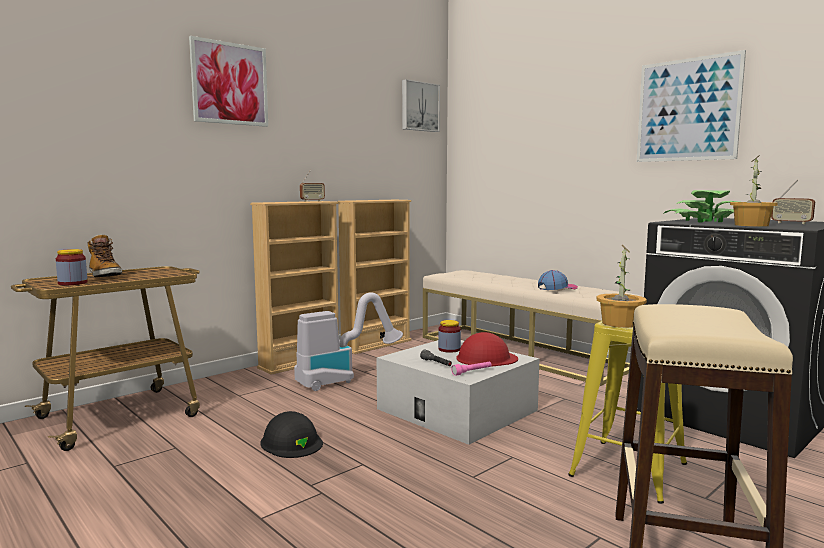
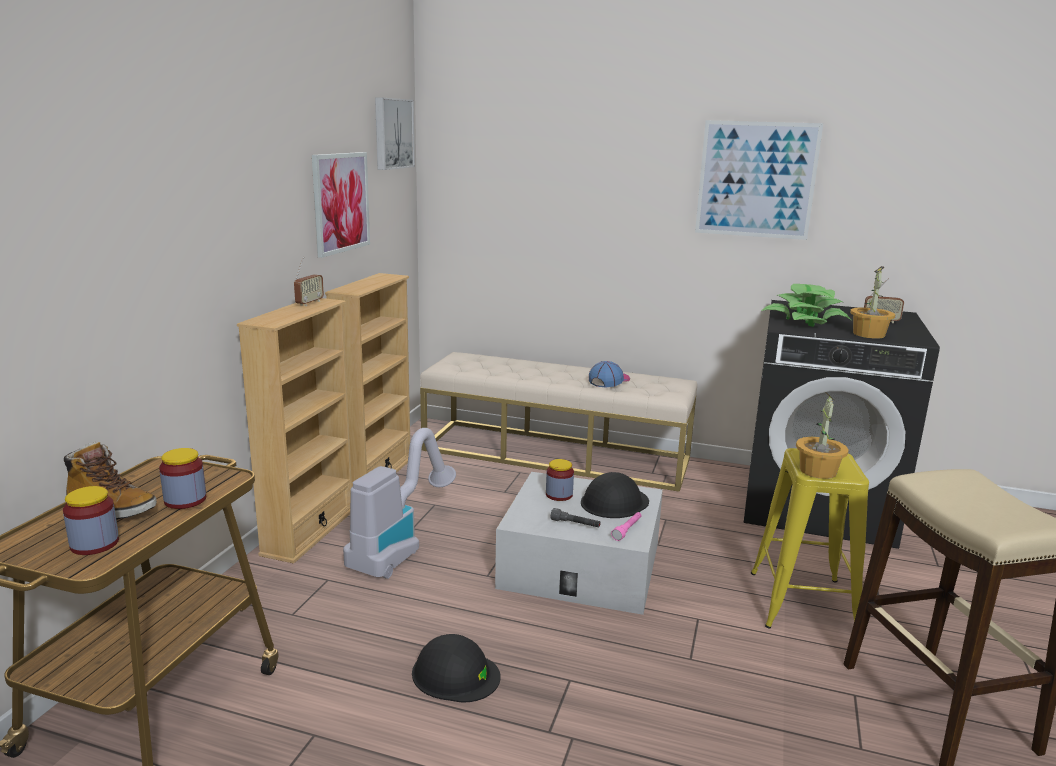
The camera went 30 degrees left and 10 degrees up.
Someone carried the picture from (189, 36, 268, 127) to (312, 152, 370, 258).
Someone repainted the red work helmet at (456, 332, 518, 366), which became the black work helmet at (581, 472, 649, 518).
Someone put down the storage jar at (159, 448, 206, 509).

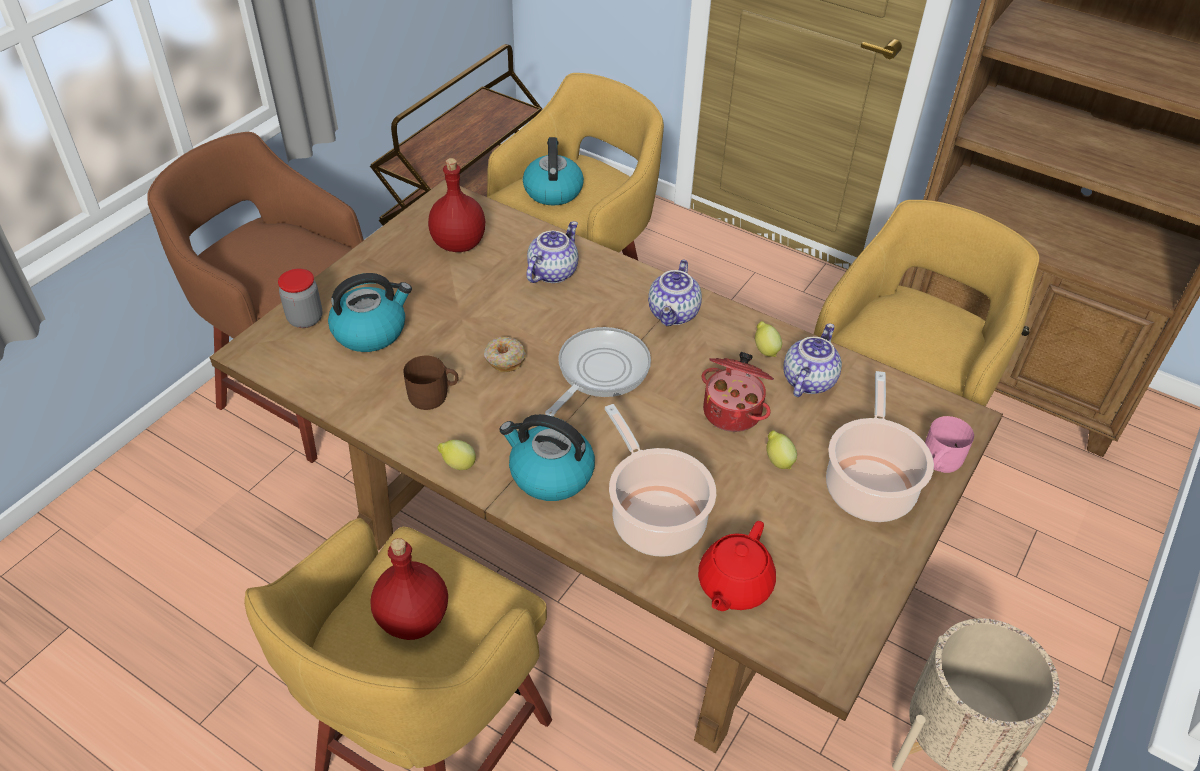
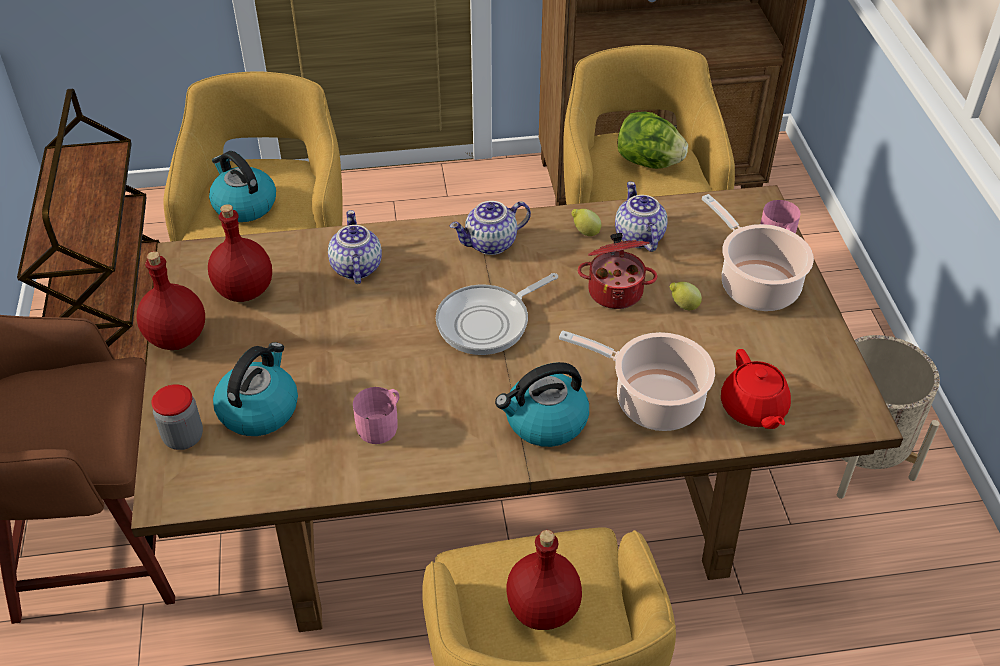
The camera went 40 degrees left and 0 degrees up.
Someone rotated the tea pot at (648, 259, 702, 326) by 90 degrees clockwise.
Someone rotated the skillet at (545, 327, 651, 416) by 120 degrees counterclockwise.
Someone took away the donut at (484, 337, 526, 372).
Someone repainted the brownish mug at (403, 356, 459, 410), which became the pinkish mug at (353, 387, 399, 444).
Someone took away the whole lemon at (437, 440, 476, 470).
Someone put down the lettuce at (618, 112, 688, 169).
Someone put down the red bottle at (136, 251, 205, 350).

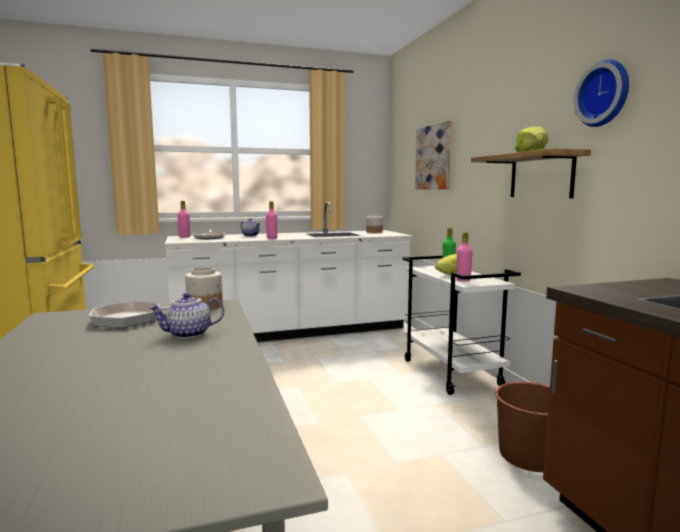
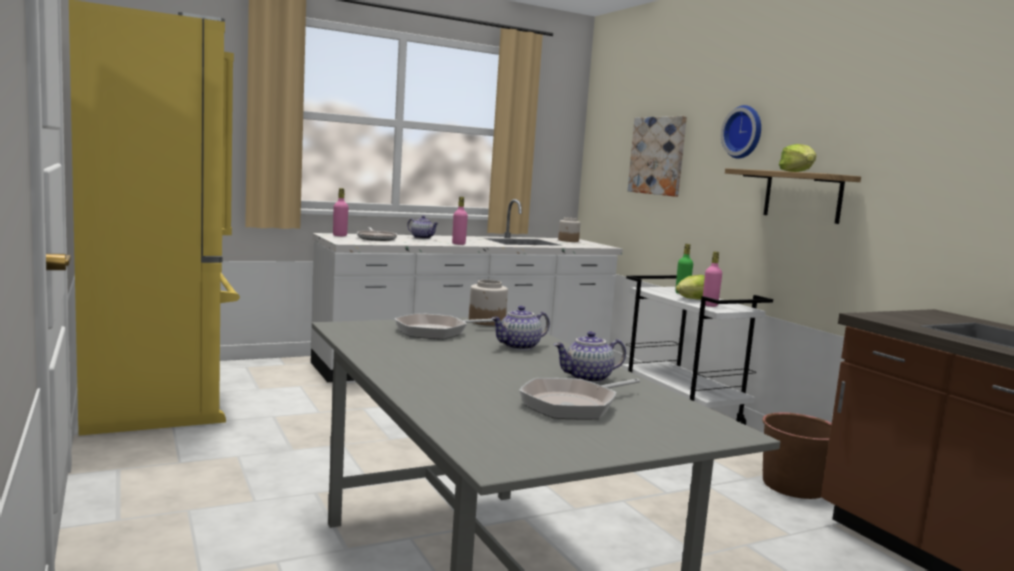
The camera went 10 degrees left and 0 degrees up.
Someone carried the clock on the wall from (574, 59, 629, 127) to (721, 105, 761, 159).
Someone put down the tea pot at (554, 331, 626, 383).
Someone put down the skillet at (519, 378, 640, 419).

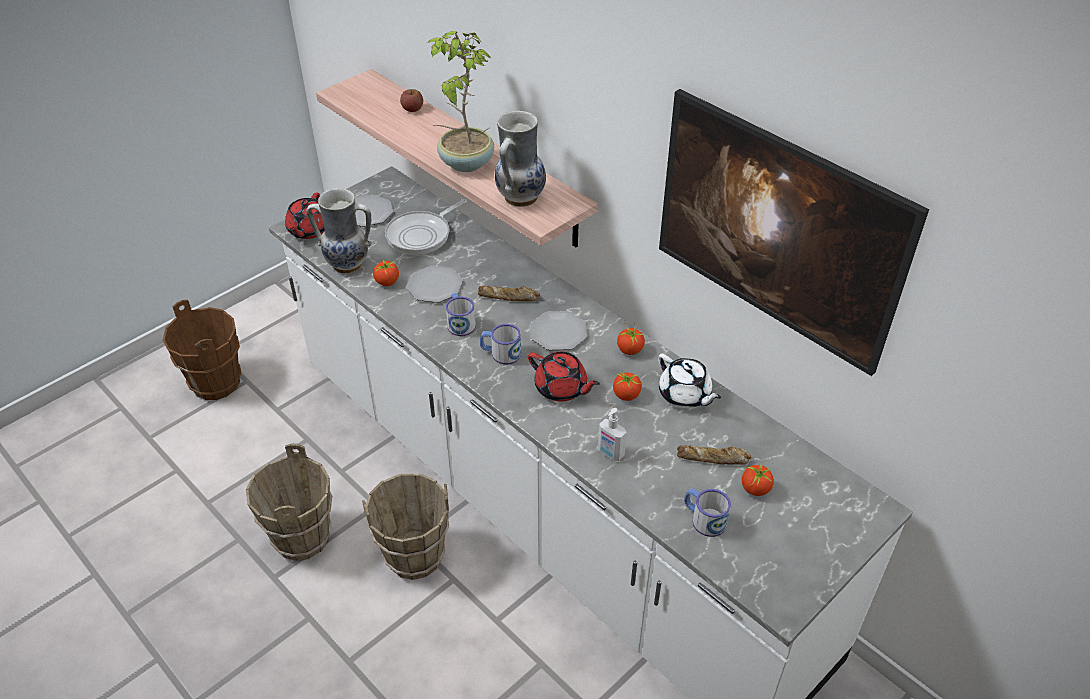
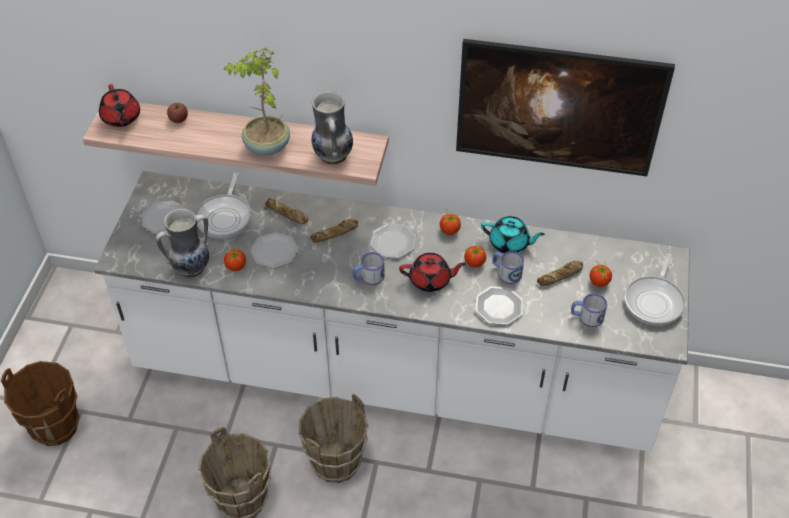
The camera went 35 degrees left and 5 degrees up.
Someone carried the red tea pot from (285, 192, 325, 239) to (99, 84, 140, 127).
Someone carried the mug from (446, 293, 476, 336) to (492, 251, 524, 284).
Someone repainted the whitish tea pot at (658, 354, 721, 408), which became the blue-green tea pot at (481, 216, 545, 253).
Someone swapped the soap bottle at (598, 408, 627, 461) for the plate at (475, 286, 523, 325).
Someone put down the bakery bread at (265, 198, 308, 224).
Someone put down the skillet at (624, 254, 685, 326).

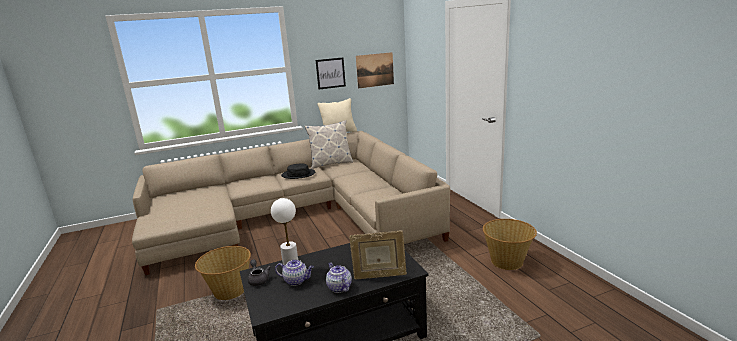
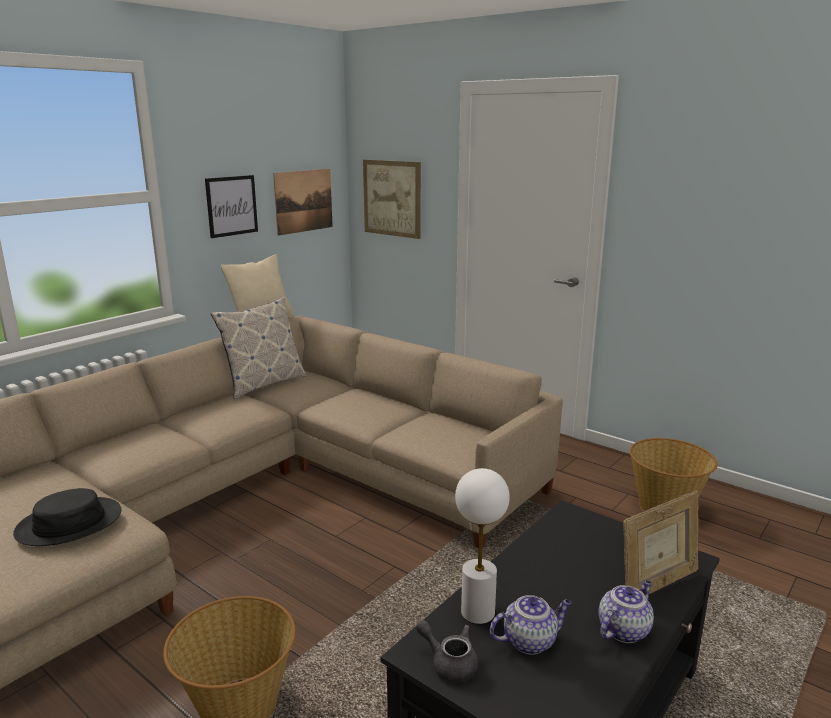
The camera went 30 degrees left and 0 degrees up.
Someone carried the black clothing hat from (281, 163, 315, 179) to (13, 488, 121, 546).
Someone rotated the tea pot at (326, 262, 352, 293) by 105 degrees clockwise.
Someone put up the picture at (363, 160, 421, 239).

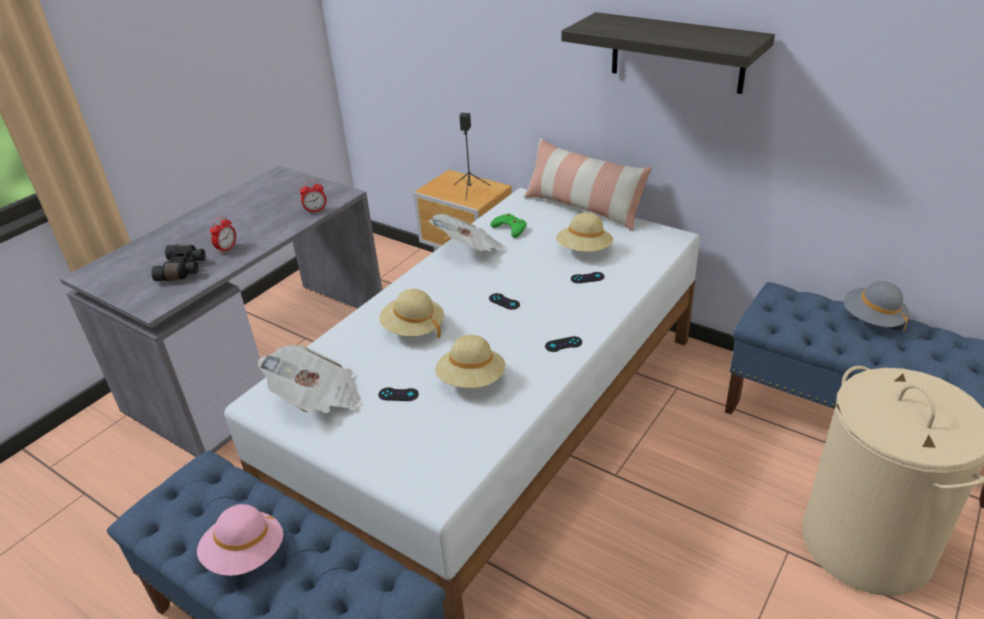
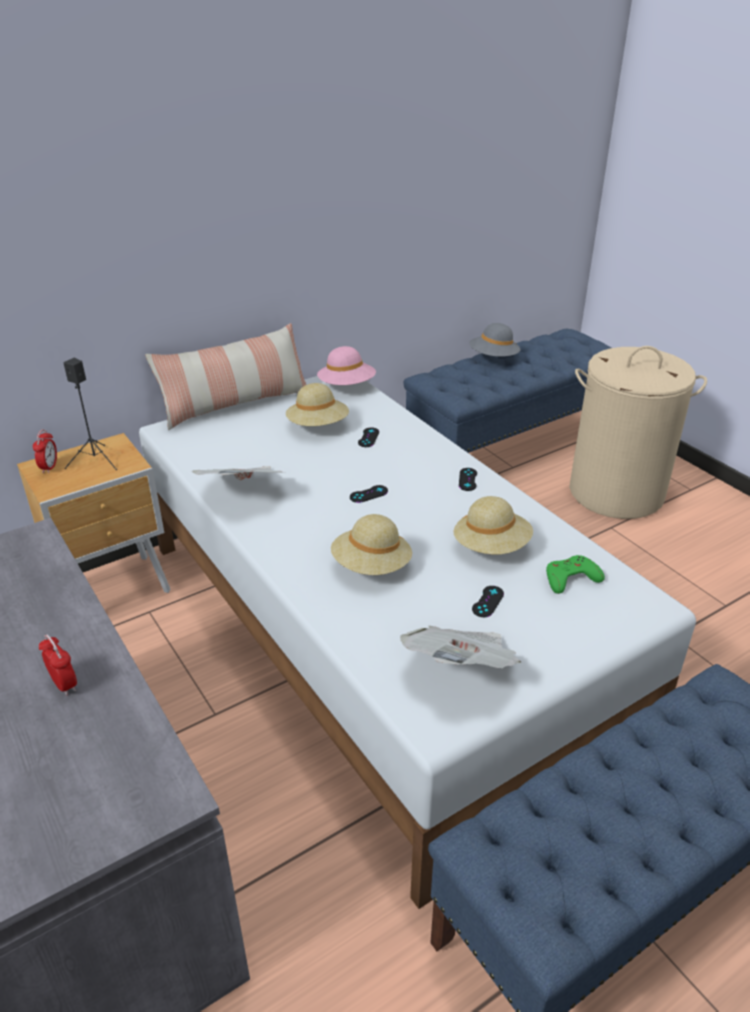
The camera went 70 degrees left and 0 degrees up.
Someone took away the shelf at (561, 12, 775, 94).
Someone carried the alarm clock from (300, 180, 327, 213) to (33, 429, 57, 473).
Someone carried the green gamepad from (490, 213, 527, 238) to (546, 555, 605, 594).
Someone took away the black binoculars at (152, 244, 206, 281).
Someone carried the pinkish clothing hat from (197, 504, 283, 576) to (317, 346, 376, 385).

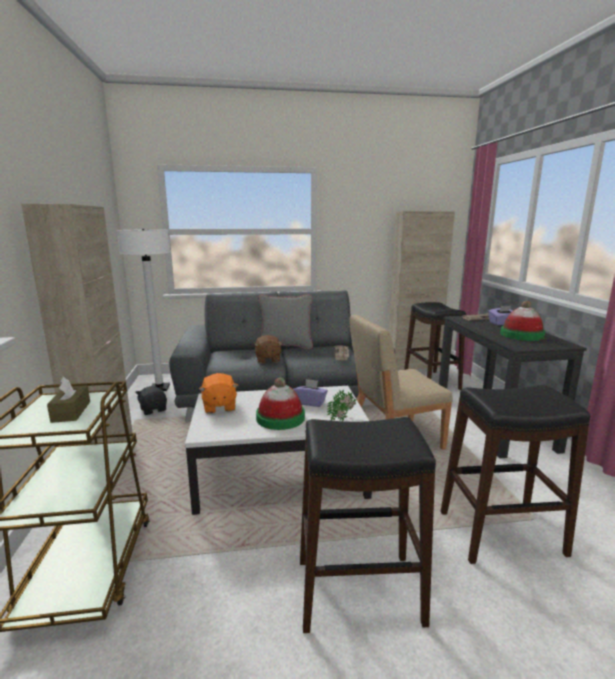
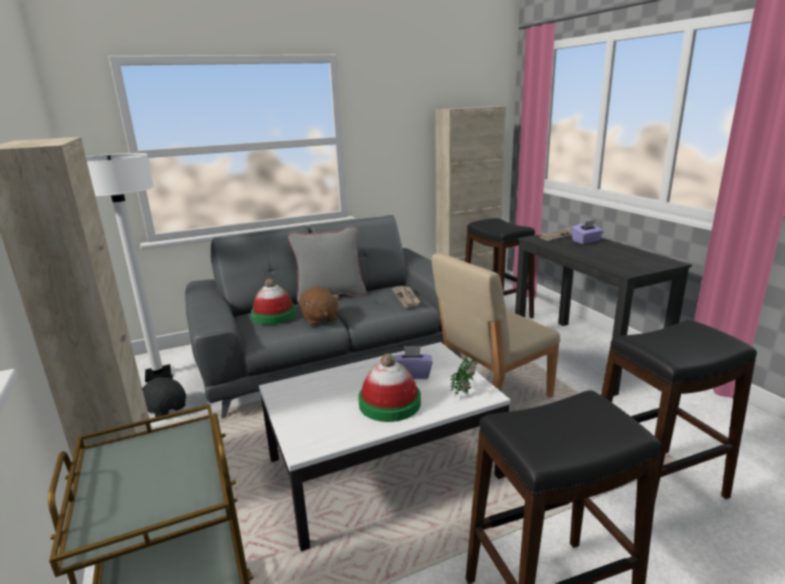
The camera went 15 degrees left and 5 degrees up.
Someone carried the clothing hat from (500, 301, 545, 341) to (251, 279, 296, 325).
Someone took away the orange plush toy at (199, 373, 238, 414).
Someone took away the brownish tissue holder at (47, 377, 90, 423).

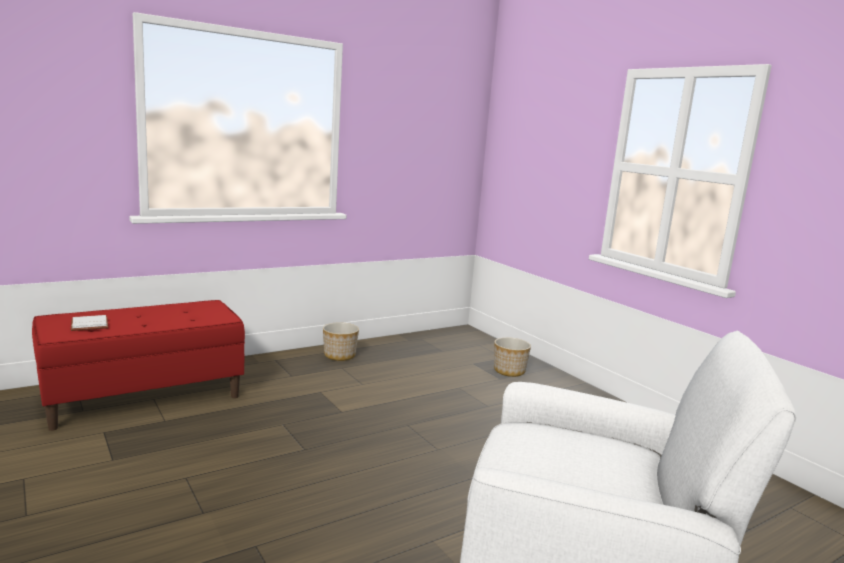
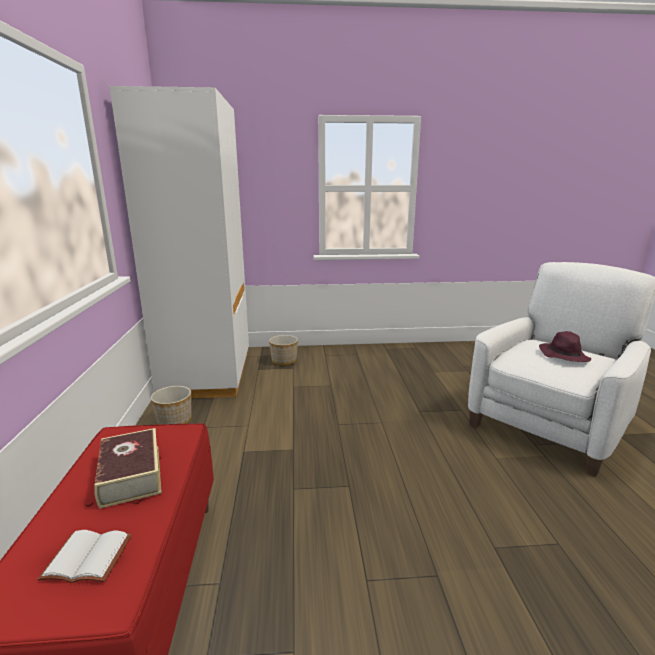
The camera went 60 degrees left and 5 degrees up.
Someone put down the whitish armoire at (109, 86, 249, 398).
Someone put down the purple-coloured clothing hat at (539, 331, 591, 362).
Someone put down the volume at (94, 428, 162, 509).

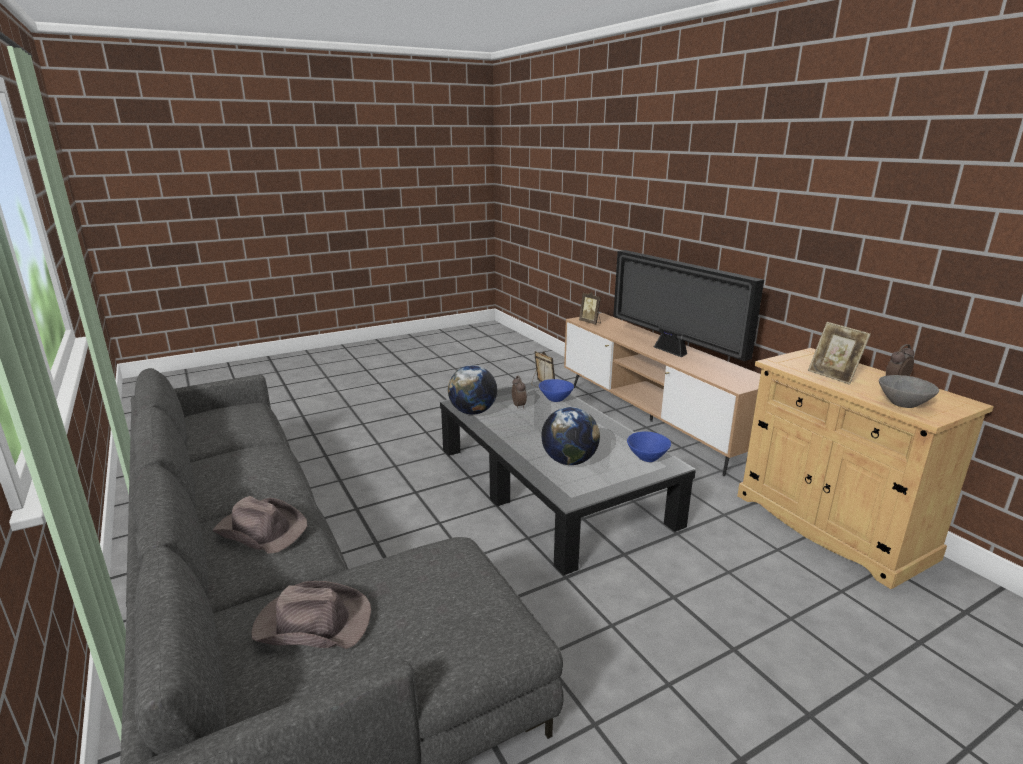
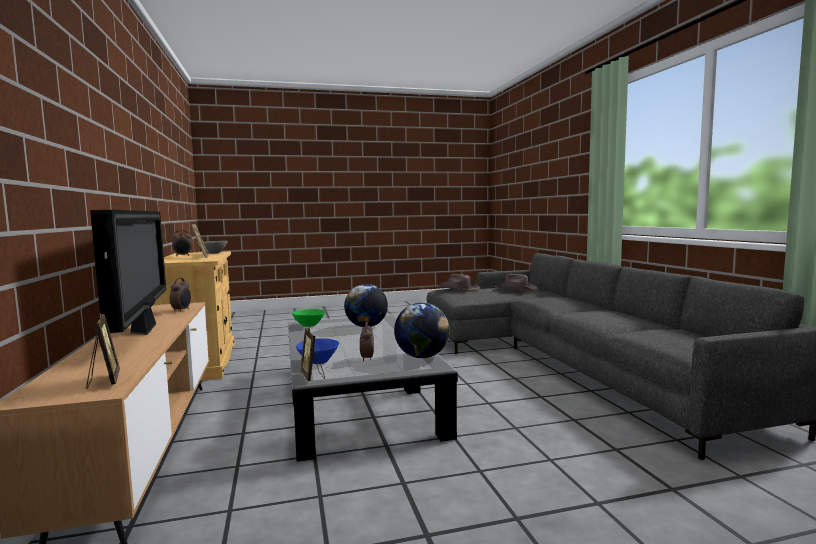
The camera went 165 degrees left and 15 degrees down.
Someone repainted the blue-coloured serving bowl at (627, 431, 671, 462), which became the green serving bowl at (292, 309, 325, 327).
Someone carried the brownish clothing hat from (213, 496, 307, 554) to (439, 274, 480, 291).
Someone put down the alarm clock at (170, 278, 191, 312).

